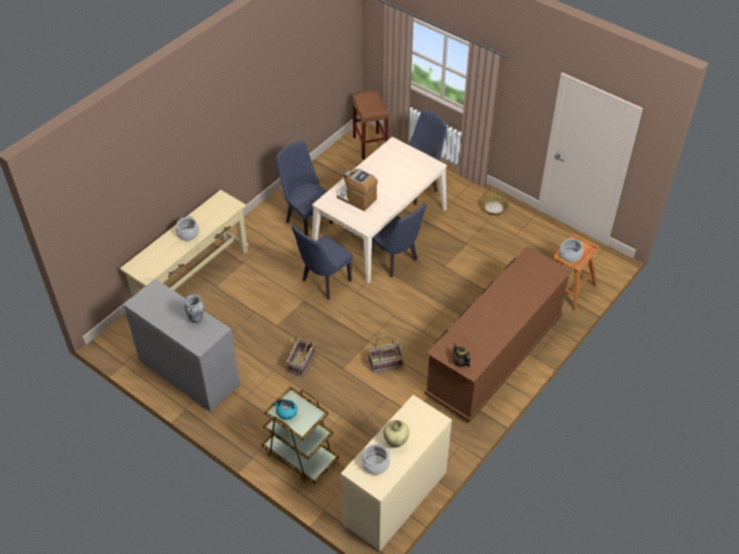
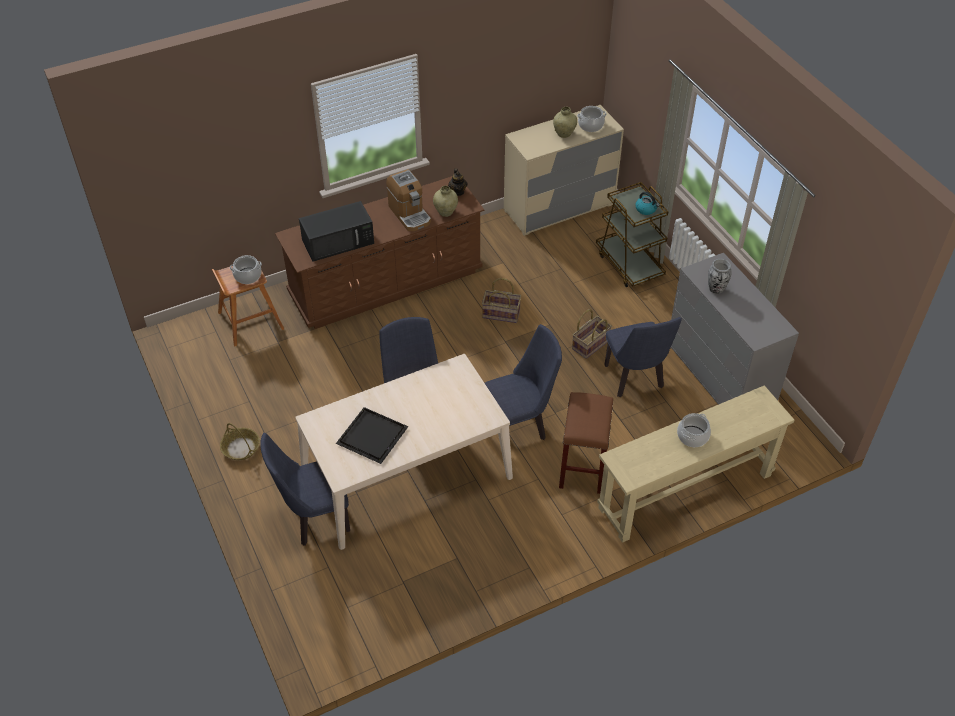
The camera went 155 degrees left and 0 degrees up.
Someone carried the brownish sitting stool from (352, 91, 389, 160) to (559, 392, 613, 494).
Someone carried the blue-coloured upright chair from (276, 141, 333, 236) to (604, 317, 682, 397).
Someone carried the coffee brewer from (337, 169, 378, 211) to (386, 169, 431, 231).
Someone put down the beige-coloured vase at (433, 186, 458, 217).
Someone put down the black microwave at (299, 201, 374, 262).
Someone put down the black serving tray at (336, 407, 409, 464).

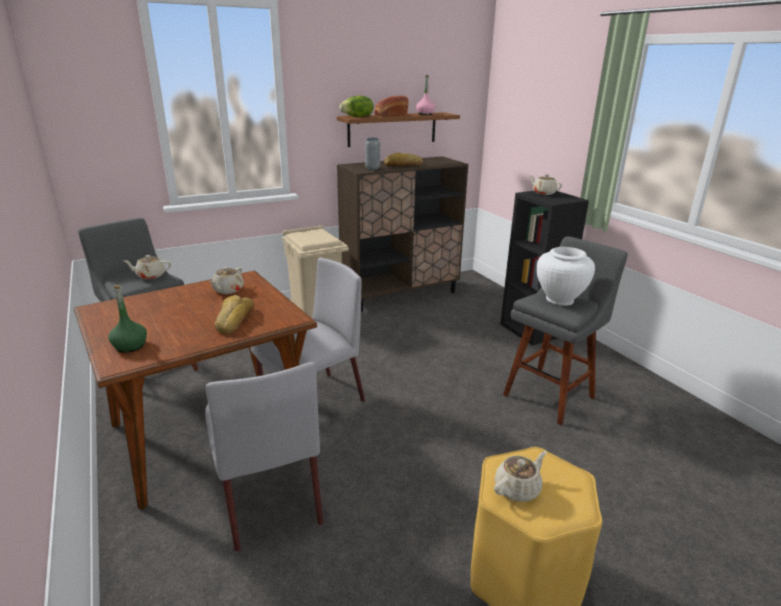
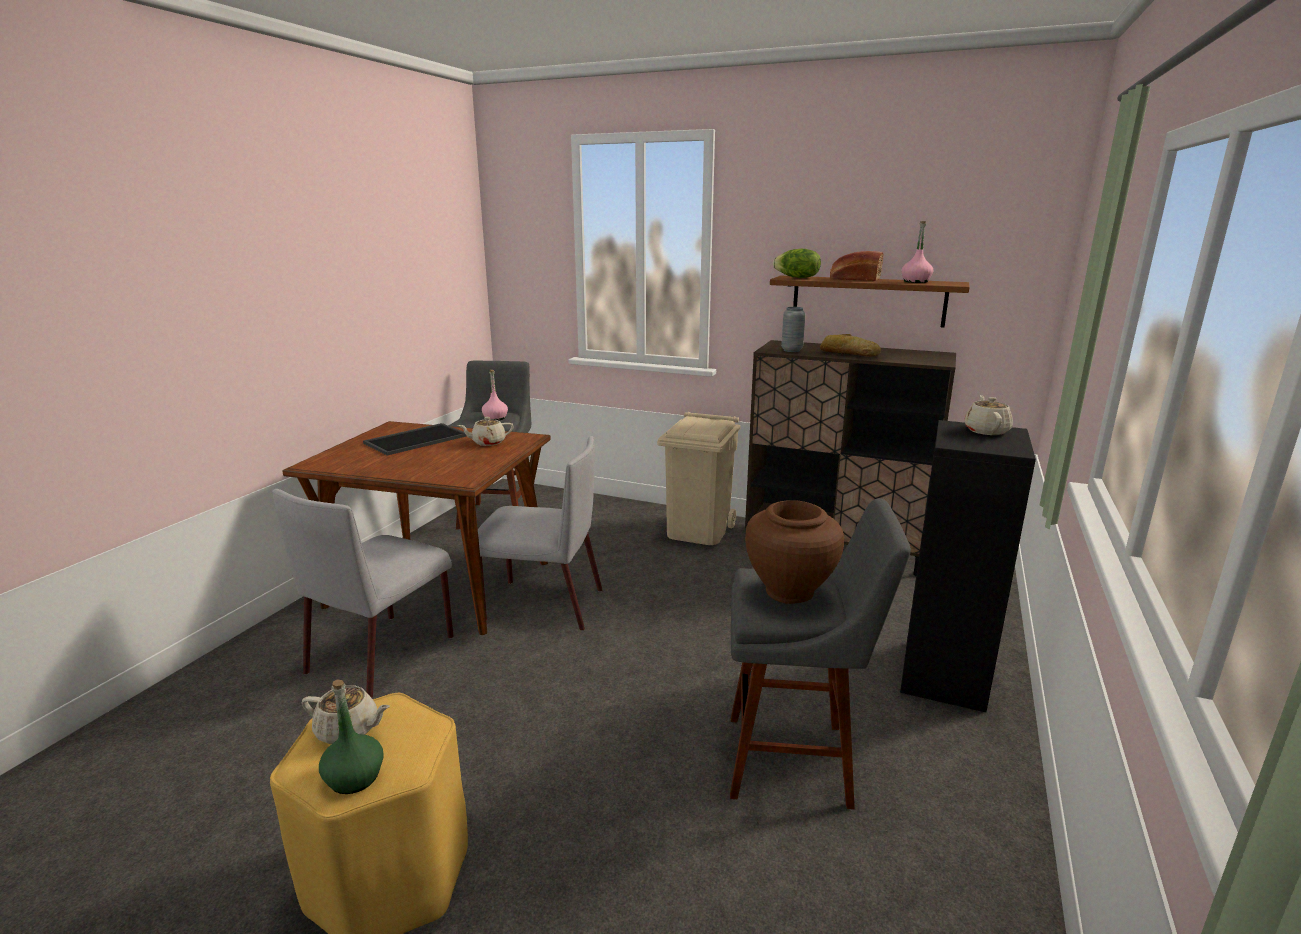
The camera went 50 degrees right and 5 degrees down.
Someone repainted the whitish vase at (537, 247, 595, 306), which became the brownish vase at (745, 500, 844, 604).
Someone swapped the beige-coloured tea pot at (124, 255, 171, 279) for the pinkish bottle at (482, 370, 508, 420).
Someone carried the green bottle from (109, 285, 147, 353) to (319, 680, 384, 794).
Someone took away the bakery bread at (215, 295, 254, 334).
Someone put down the serving tray at (363, 423, 466, 456).

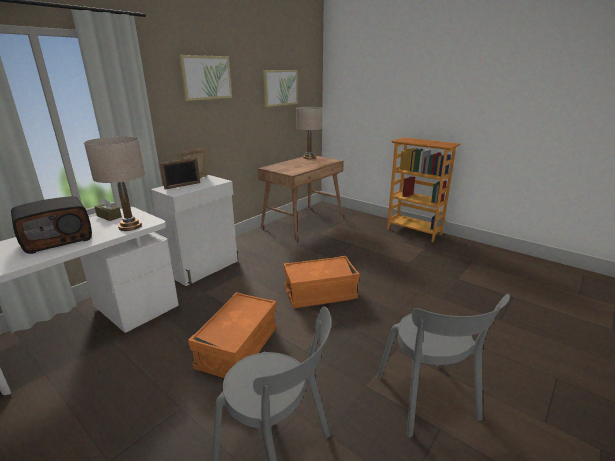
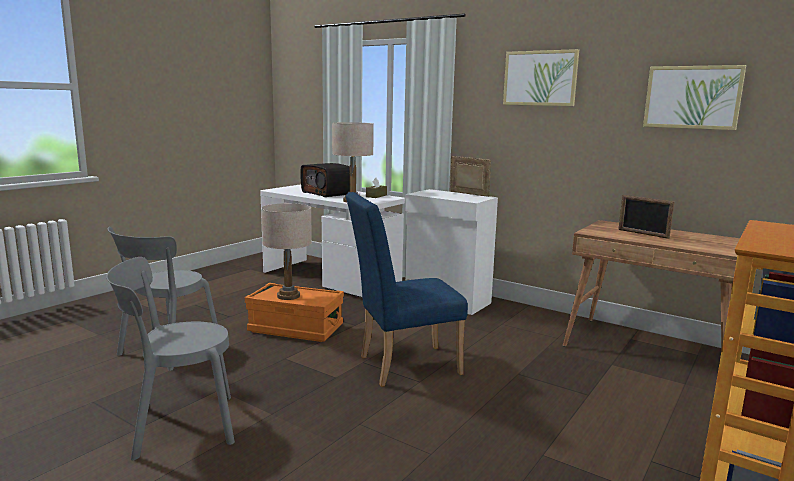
The camera went 85 degrees right and 10 degrees down.
Someone carried the beige-coloured table lamp from (296, 107, 322, 159) to (261, 203, 312, 300).
Someone carried the photo frame from (160, 158, 200, 189) to (618, 195, 674, 239).
Someone swapped the orange storage box at (283, 256, 360, 308) for the blue-coloured upright chair at (345, 192, 468, 387).

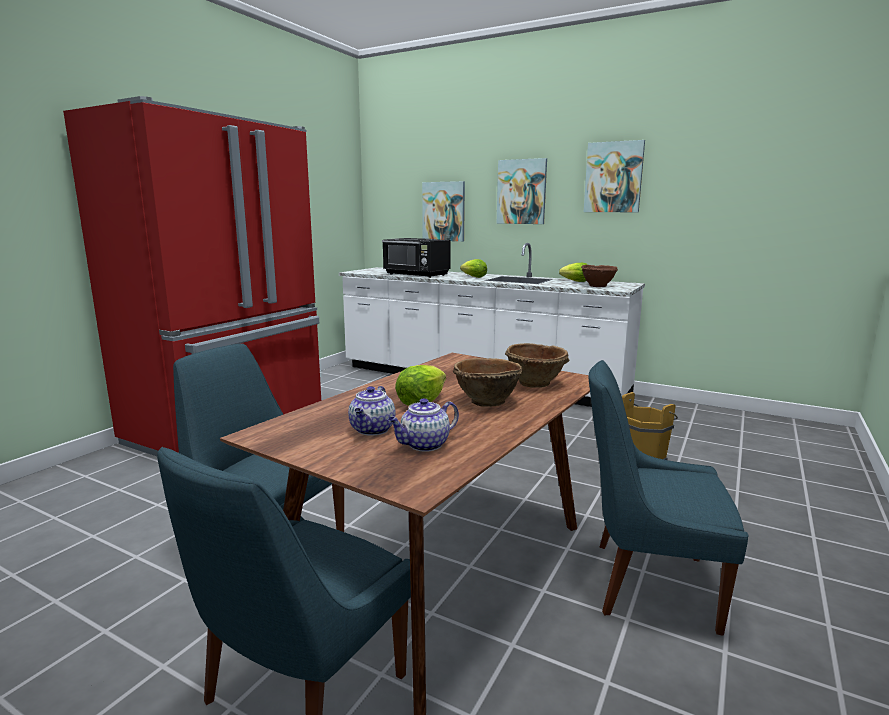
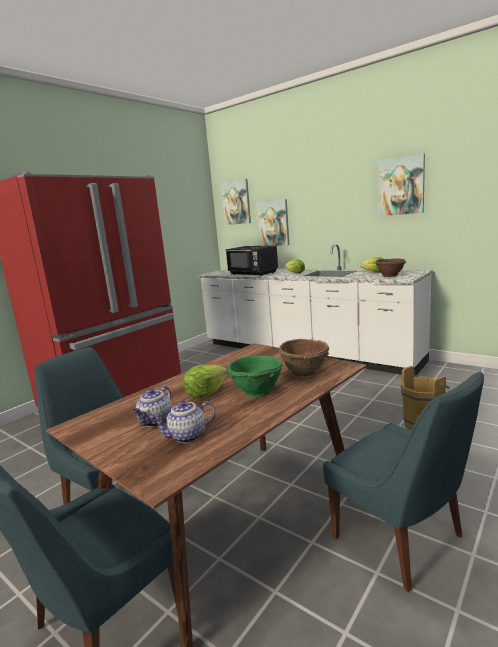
The camera went 10 degrees right and 0 degrees up.
Someone carried the picture from (497, 158, 547, 224) to (220, 179, 251, 225).
Someone repainted the brownish serving bowl at (453, 358, 523, 407), which became the green serving bowl at (227, 356, 283, 397).
Someone rotated the blue-coloured upright chair at (589, 360, 748, 636) by 150 degrees counterclockwise.

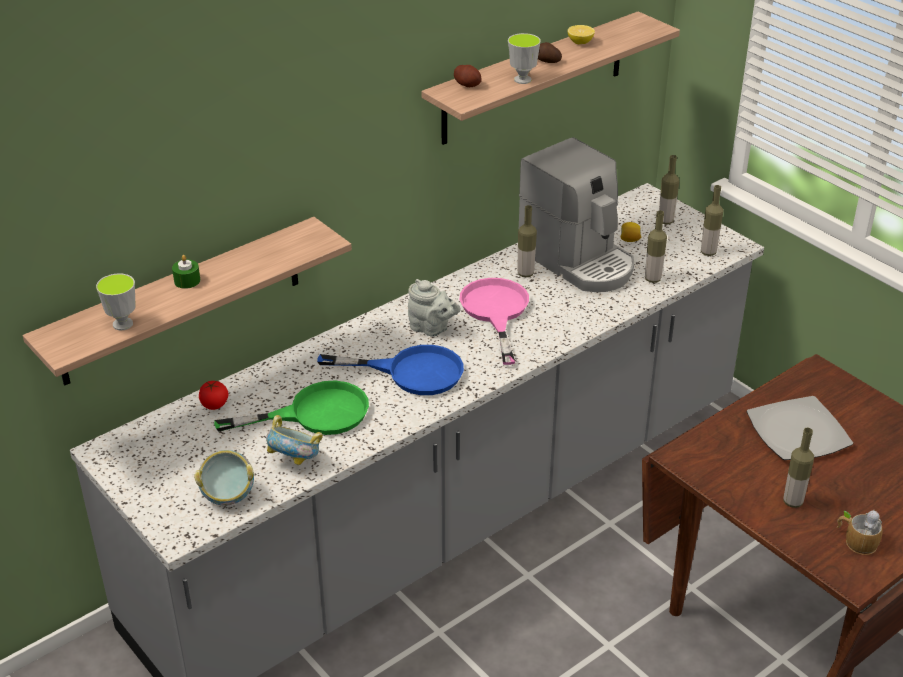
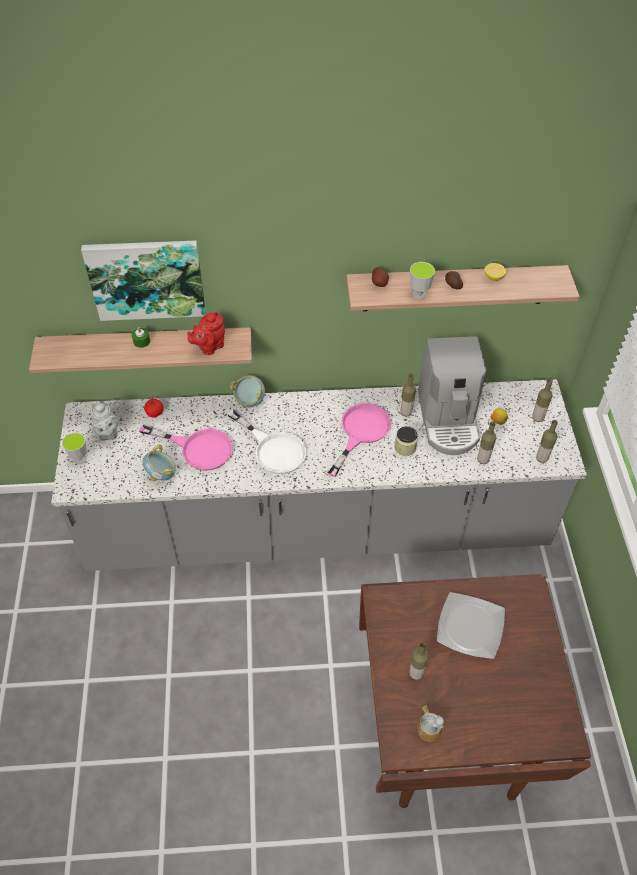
The camera went 35 degrees right and 15 degrees up.
Someone carried the small cup from (96, 273, 136, 330) to (62, 433, 87, 464).
Someone carried the greyish tea pot from (408, 279, 461, 337) to (91, 401, 119, 441).
Someone repainted the blue-coloured skillet at (317, 345, 464, 395), which became the whitish skillet at (227, 410, 306, 474).
Someone repainted the green skillet at (214, 380, 369, 435), which became the pinkish skillet at (139, 425, 233, 471).
Someone carried the serving bowl from (195, 450, 254, 506) to (230, 375, 265, 407).
Someone put up the picture at (81, 241, 206, 321).
Someone put down the red tea pot at (187, 312, 225, 355).
Someone put down the storage jar at (394, 426, 418, 456).

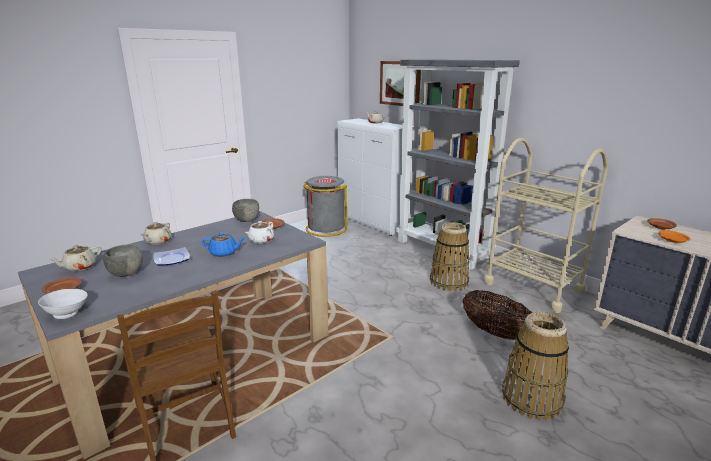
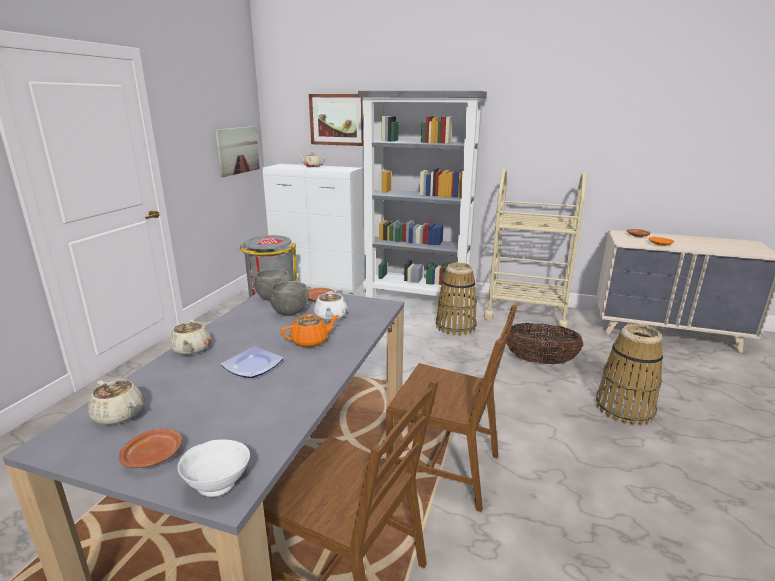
The camera went 30 degrees left and 0 degrees up.
Someone repainted the blue-coloured tea pot at (202, 233, 245, 257), which became the orange tea pot at (281, 314, 339, 348).
Someone carried the greyish serving bowl from (103, 244, 143, 277) to (270, 281, 309, 315).
Someone rotated the beige-coloured tea pot at (48, 245, 101, 271) by 60 degrees counterclockwise.
Someone put up the picture at (215, 126, 260, 177).
Someone put down the brownish upright chair at (386, 305, 518, 512).

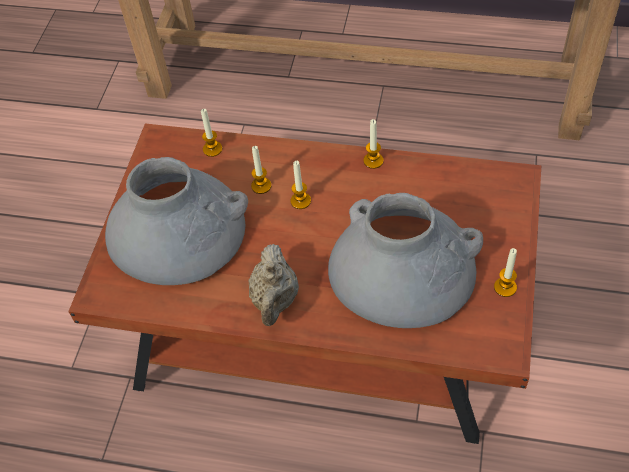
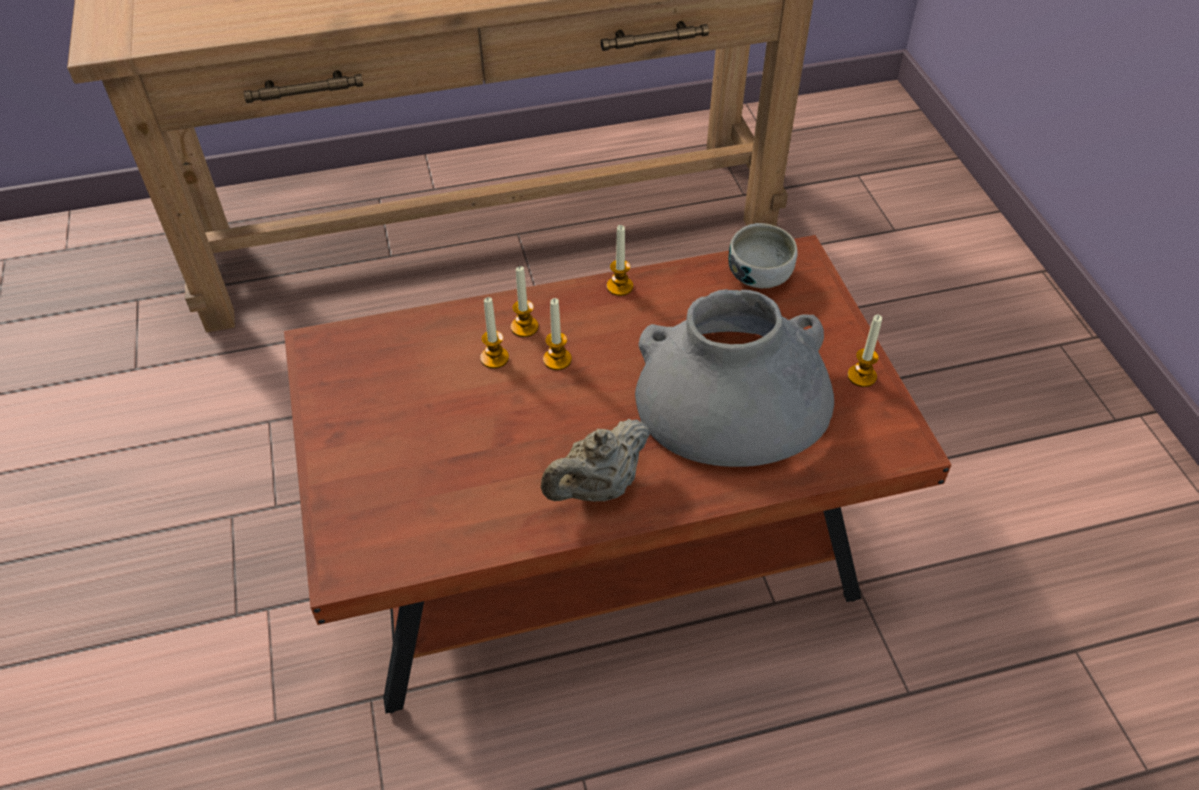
The camera went 30 degrees left and 5 degrees down.
Someone carried the wax candle from (201, 109, 222, 157) to (511, 266, 539, 337).
Someone took away the greyish vase at (105, 157, 248, 285).
Someone rotated the beige-coloured tea pot at (248, 244, 299, 326) by 75 degrees clockwise.
Someone put down the serving bowl at (728, 223, 798, 288).

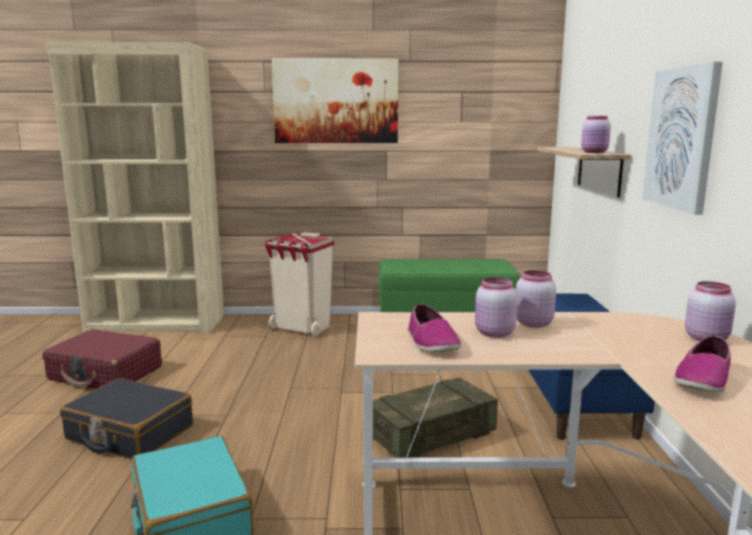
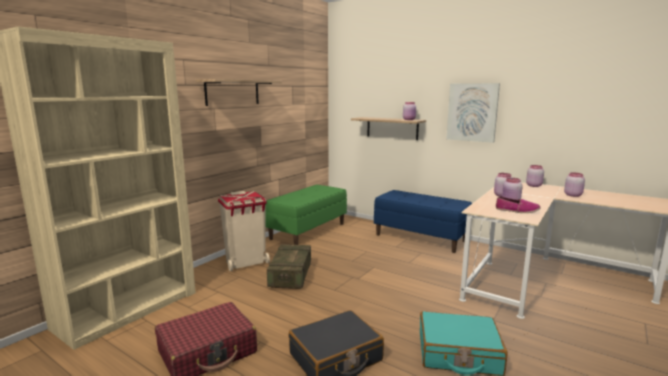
The camera went 55 degrees left and 0 degrees up.
Someone swapped the picture at (272, 58, 398, 143) for the shelf at (196, 79, 282, 106).
Someone swapped the shoe at (674, 335, 731, 393) for the pinkish storage jar at (564, 173, 585, 197).
Someone carried the packing crate from (373, 377, 498, 458) to (267, 244, 311, 289).

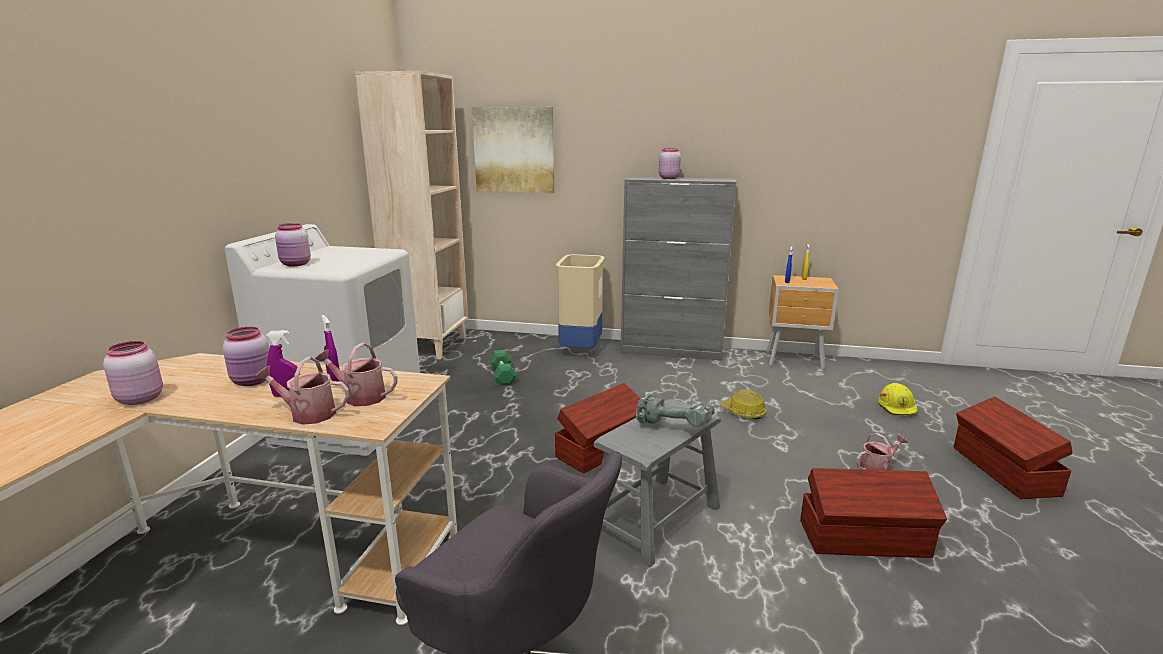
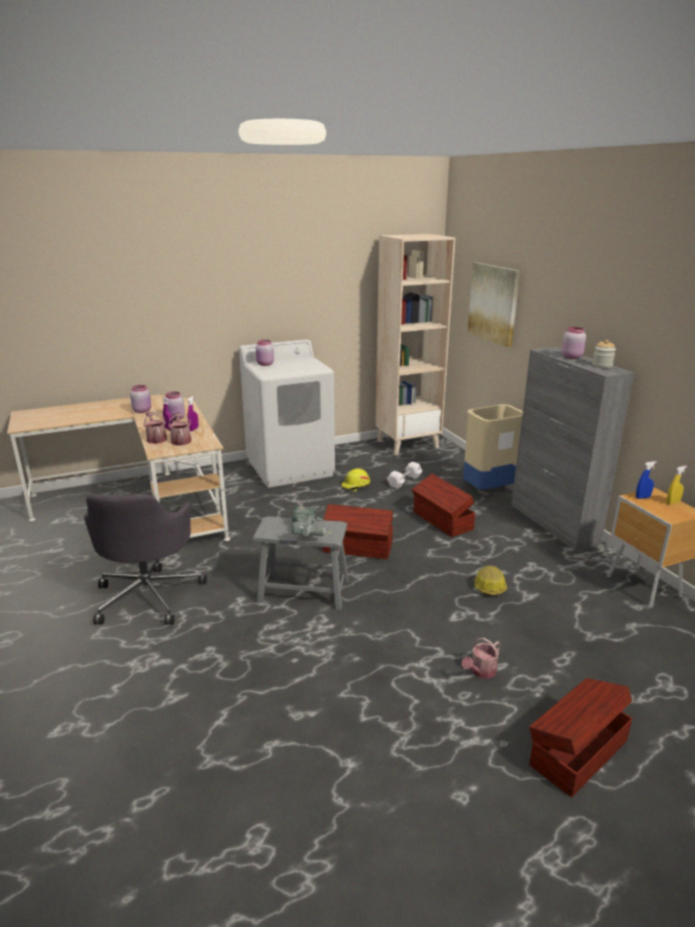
The camera went 55 degrees right and 5 degrees up.
Someone repainted the green hand weight at (490, 350, 517, 386), which became the whitish hand weight at (387, 462, 422, 489).
Someone carried the yellowish work helmet from (878, 383, 918, 416) to (341, 468, 370, 492).
Someone rotated the sprinkling can at (856, 433, 908, 470) by 105 degrees clockwise.
Someone carried the brownish storage box from (800, 468, 947, 558) to (412, 474, 475, 537).
Someone put down the storage jar at (592, 340, 616, 368).

